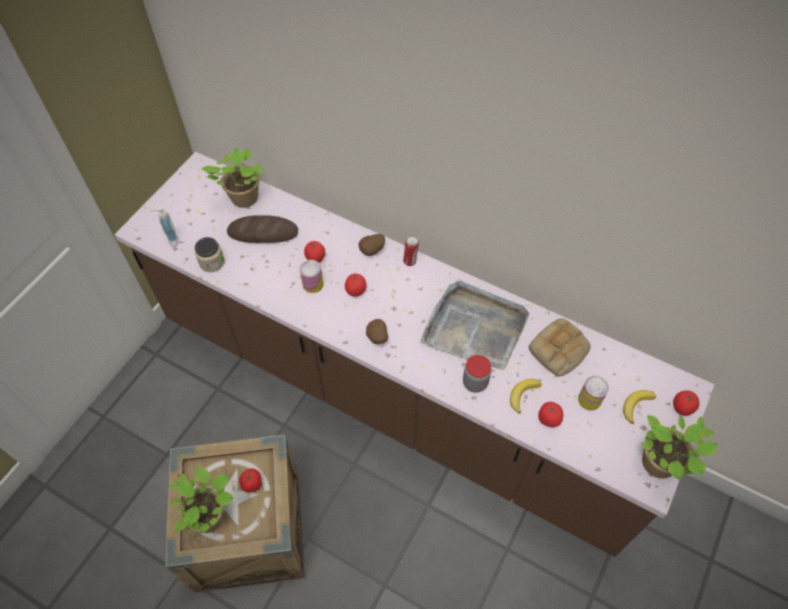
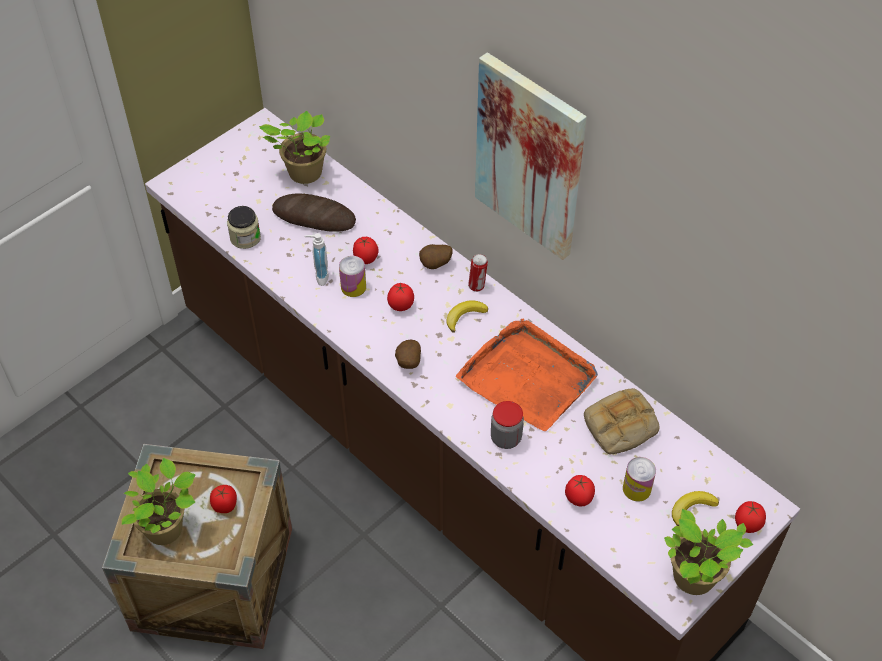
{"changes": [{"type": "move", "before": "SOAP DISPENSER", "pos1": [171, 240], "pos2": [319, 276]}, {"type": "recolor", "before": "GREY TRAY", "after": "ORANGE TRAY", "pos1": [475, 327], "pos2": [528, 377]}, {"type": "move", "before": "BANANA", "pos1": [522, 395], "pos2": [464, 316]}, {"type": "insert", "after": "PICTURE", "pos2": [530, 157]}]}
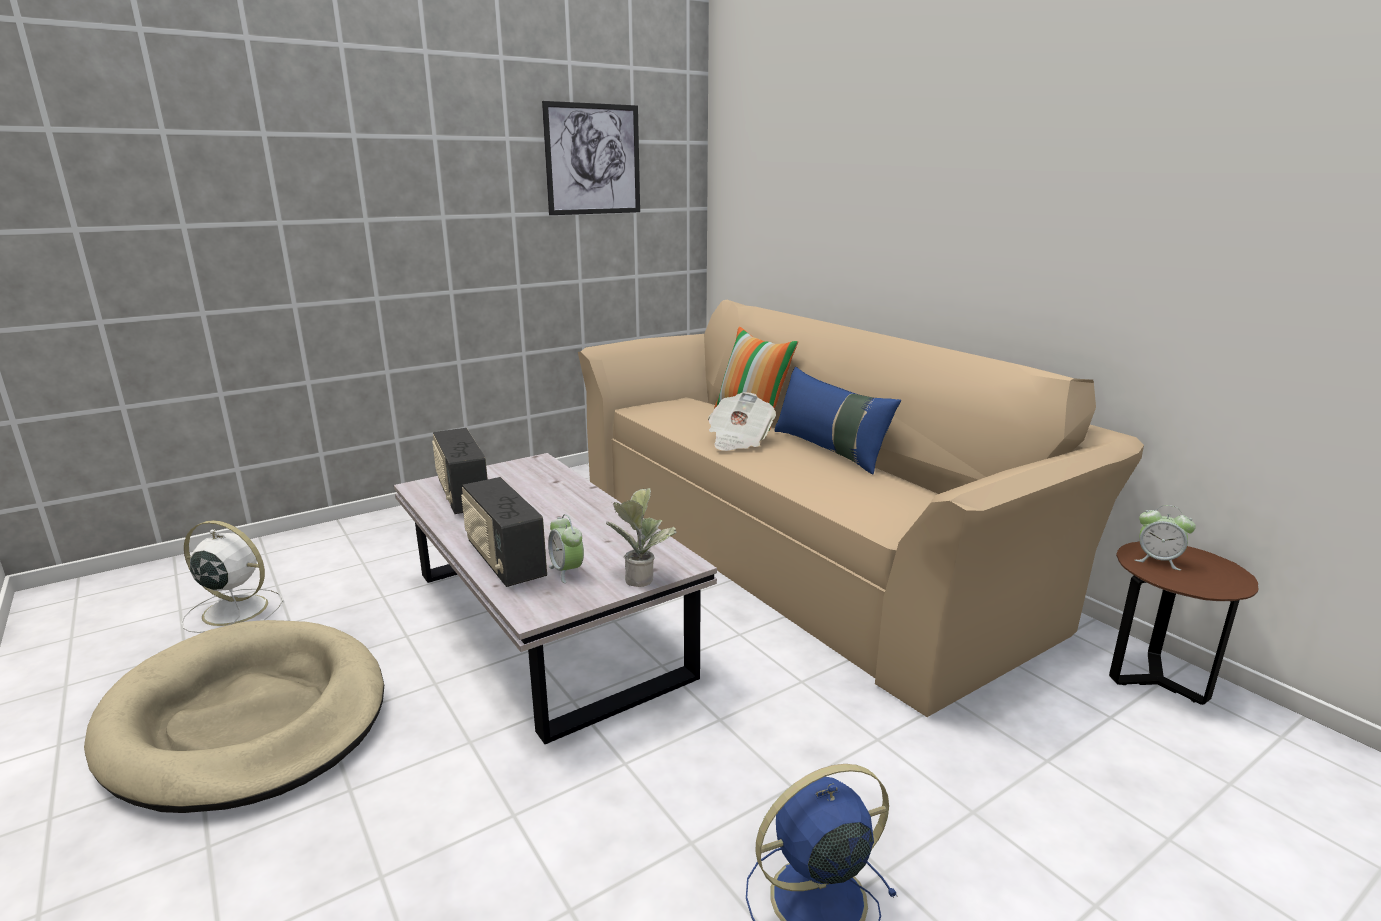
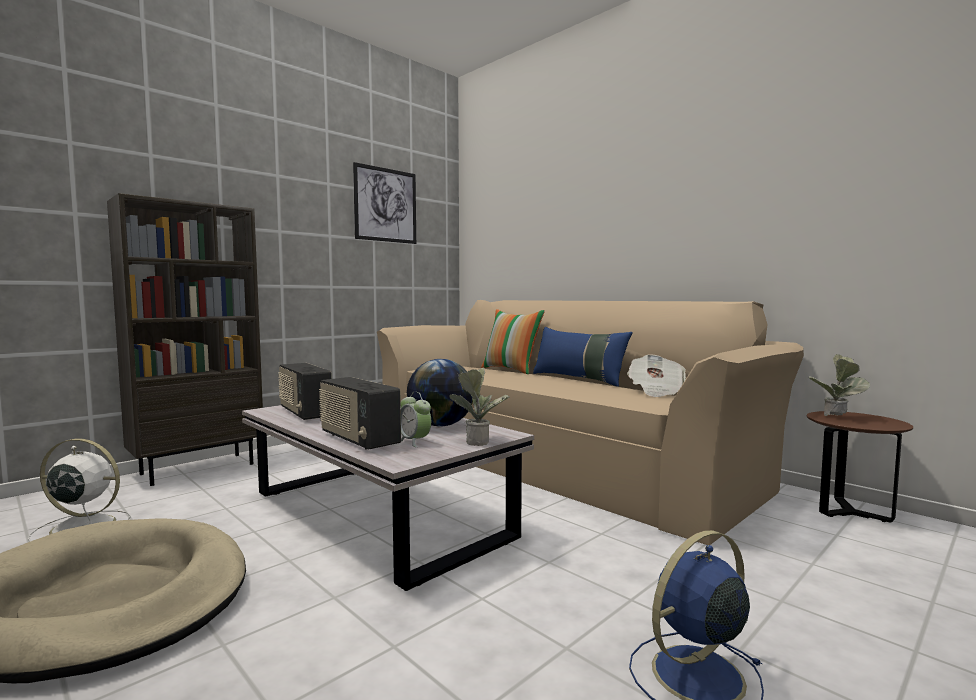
{"changes": [{"type": "move", "before": "NEWSPAPER", "pos1": [738, 440], "pos2": [656, 391]}, {"type": "replace", "before": "ALARM CLOCK", "after": "POTTED PLANT", "pos1": [1157, 560], "pos2": [837, 418]}, {"type": "insert", "after": "BROWN BOOKCASE", "pos2": [198, 468]}, {"type": "insert", "after": "GLOBE", "pos2": [440, 425]}]}
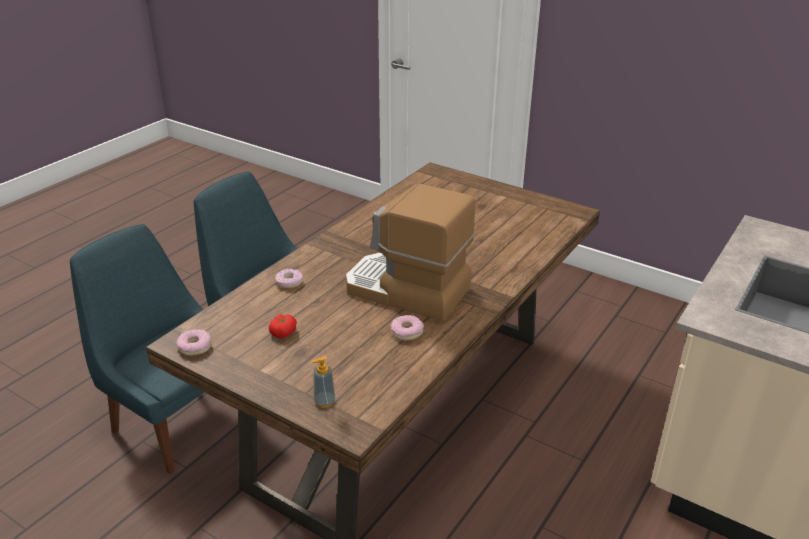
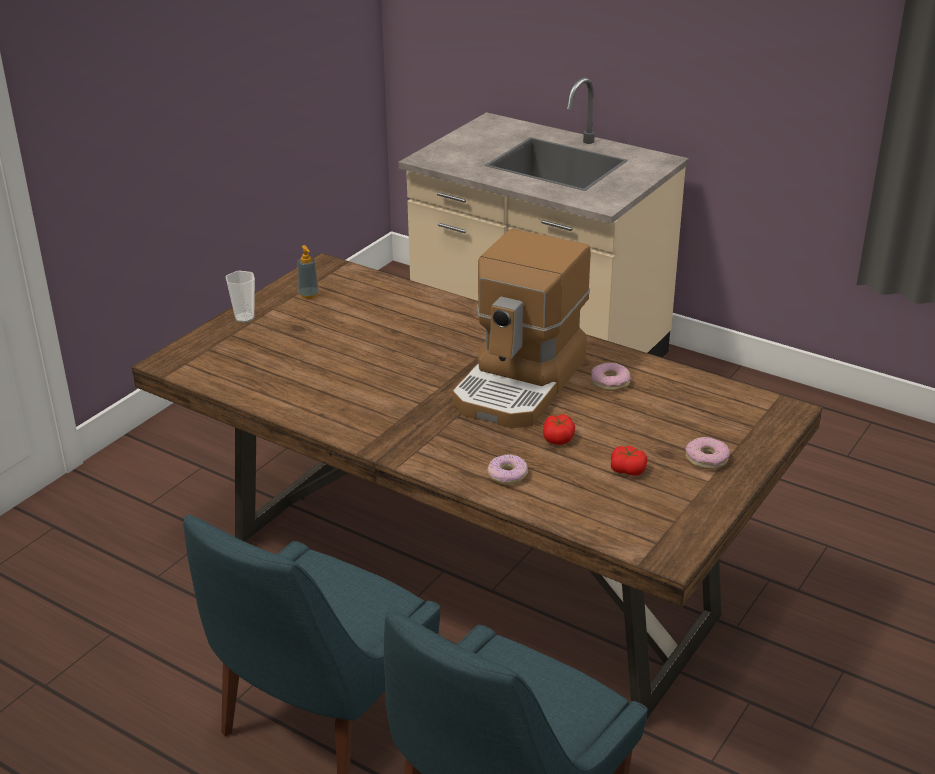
{"changes": [{"type": "move", "before": "DONUT", "pos1": [195, 347], "pos2": [706, 459]}, {"type": "move", "before": "SOAP DISPENSER", "pos1": [324, 402], "pos2": [308, 295]}, {"type": "insert", "after": "CUP", "pos2": [244, 317]}, {"type": "insert", "after": "TOMATO", "pos2": [558, 438]}]}
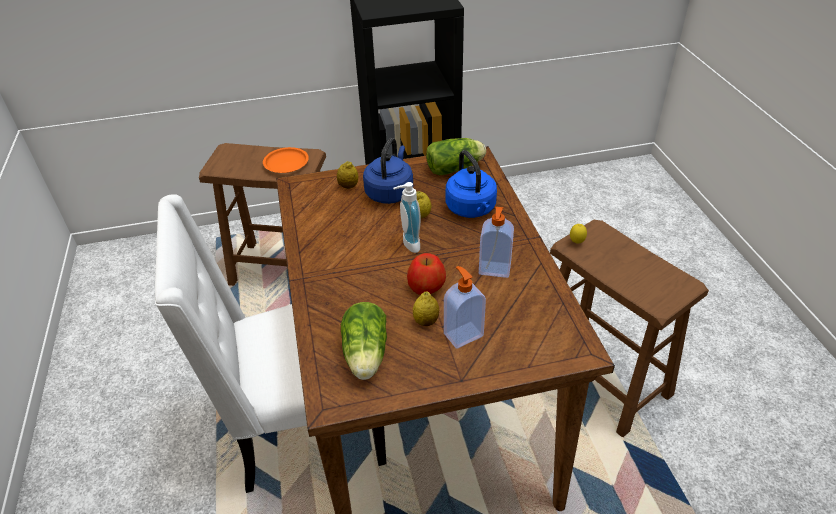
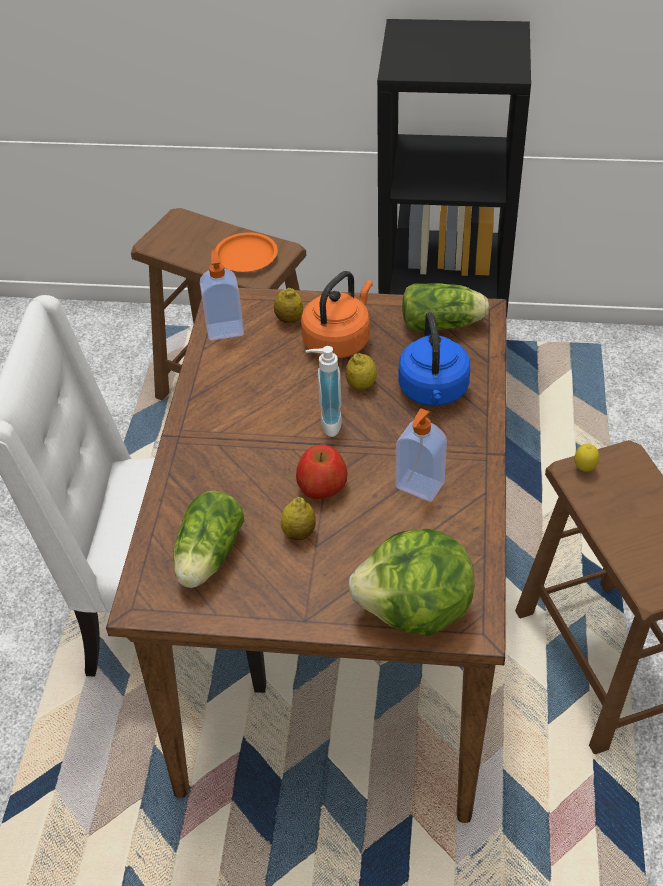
{"changes": [{"type": "recolor", "before": "BLUE KETTLE", "after": "ORANGE KETTLE", "pos1": [390, 192], "pos2": [339, 341]}, {"type": "move", "before": "SOAP DISPENSER", "pos1": [462, 334], "pos2": [225, 329]}, {"type": "insert", "after": "LETTUCE", "pos2": [415, 611]}]}
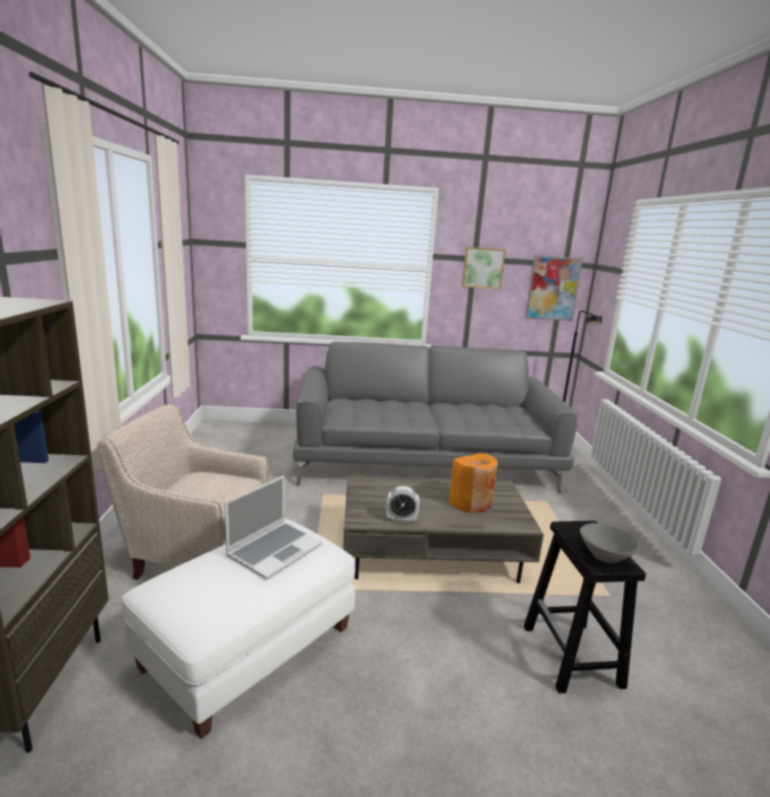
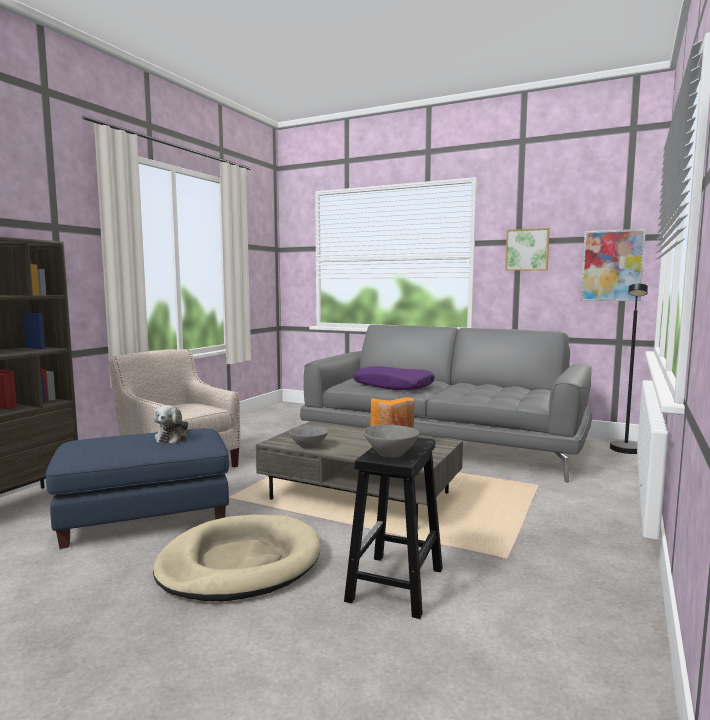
{"changes": [{"type": "replace", "before": "LAPTOP", "after": "PLUSH TOY", "pos1": [275, 550], "pos2": [172, 438]}, {"type": "replace", "before": "ALARM CLOCK", "after": "GREY BOWL", "pos1": [401, 520], "pos2": [309, 446]}, {"type": "recolor", "before": "WHITE OTTOMAN", "after": "BLUE OTTOMAN", "pos1": [250, 646], "pos2": [146, 516]}, {"type": "insert", "after": "PURPLE PILLOW", "pos2": [393, 386]}, {"type": "insert", "after": "BEIGE DOG BED", "pos2": [240, 563]}]}
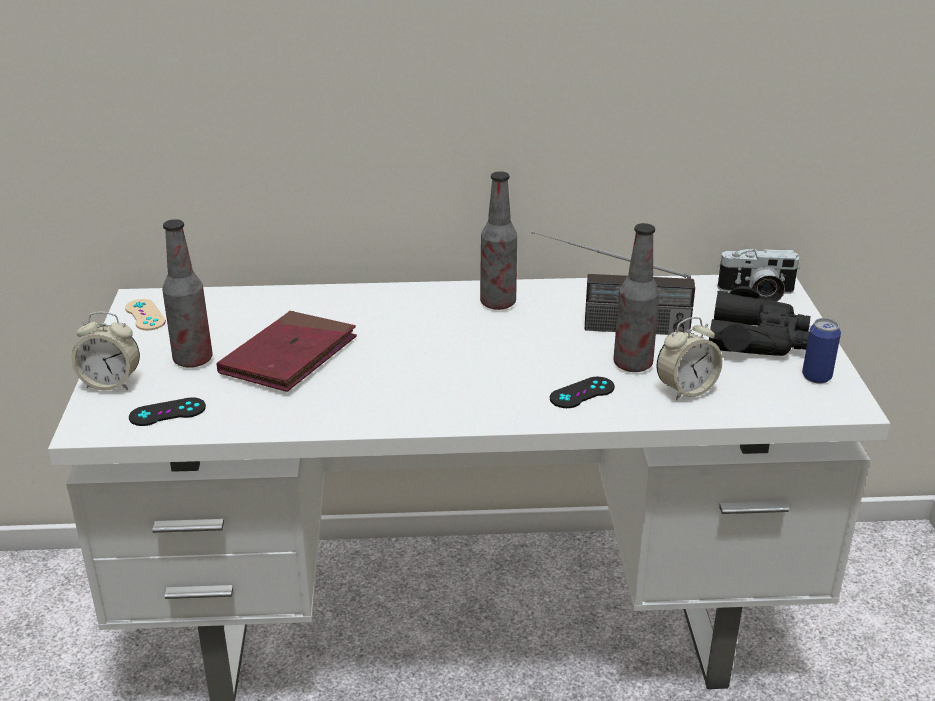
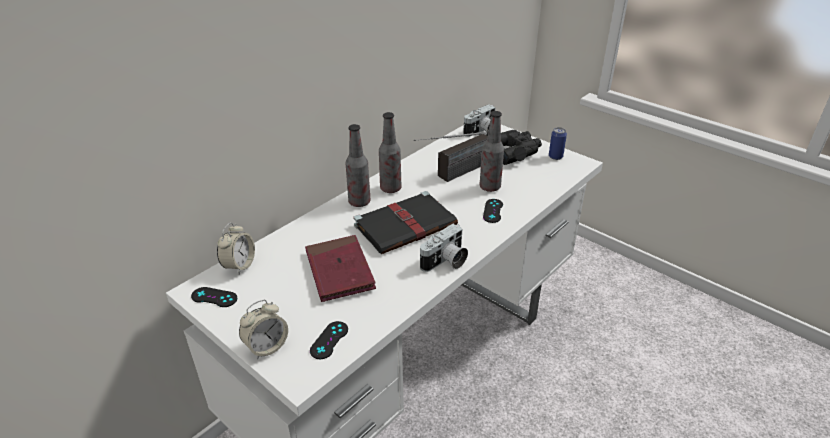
{"changes": [{"type": "move", "before": "BOTTLE", "pos1": [193, 360], "pos2": [359, 202]}, {"type": "recolor", "before": "BEIGE GAME CONTROLLER", "after": "BLACK GAME CONTROLLER", "pos1": [145, 315], "pos2": [214, 297]}, {"type": "move", "before": "ALARM CLOCK", "pos1": [686, 390], "pos2": [239, 265]}, {"type": "insert", "after": "BLACK BOOK", "pos2": [407, 225]}, {"type": "insert", "after": "PHOTO CAMERA", "pos2": [445, 262]}]}
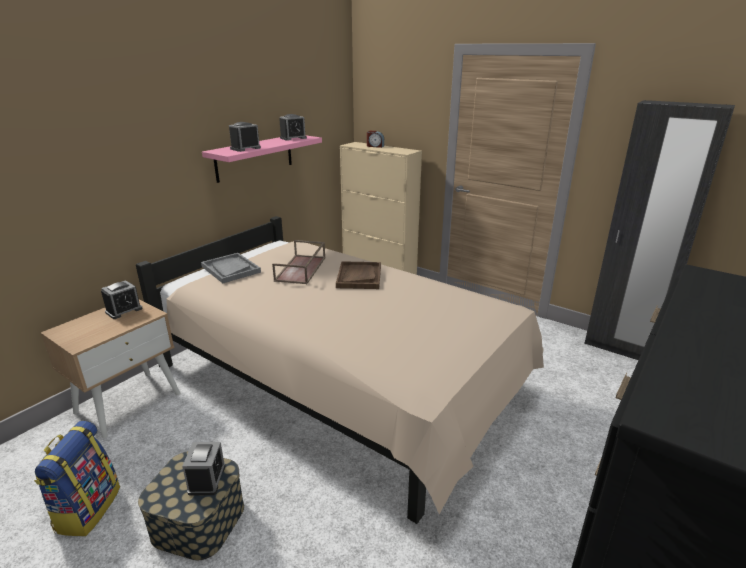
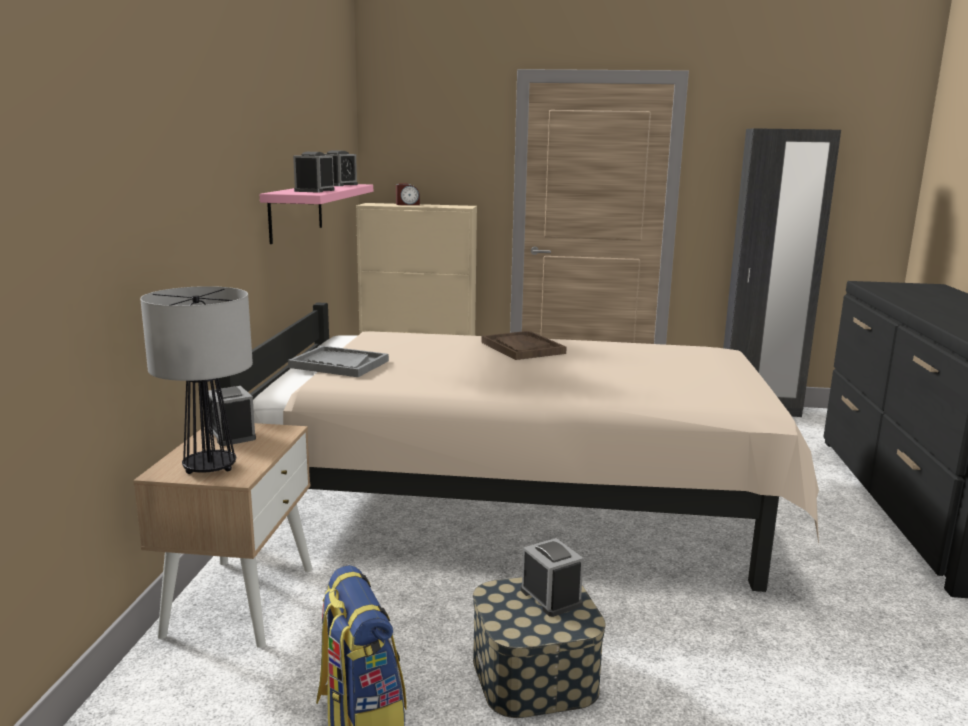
{"changes": [{"type": "delete", "before": "BROWN TRAY", "pos1": [301, 269]}, {"type": "rotate", "before": "ALARM CLOCK", "pos1": [124, 310], "pos2": [231, 435], "turn": 135}, {"type": "insert", "after": "TABLE LAMP", "pos2": [209, 468]}]}
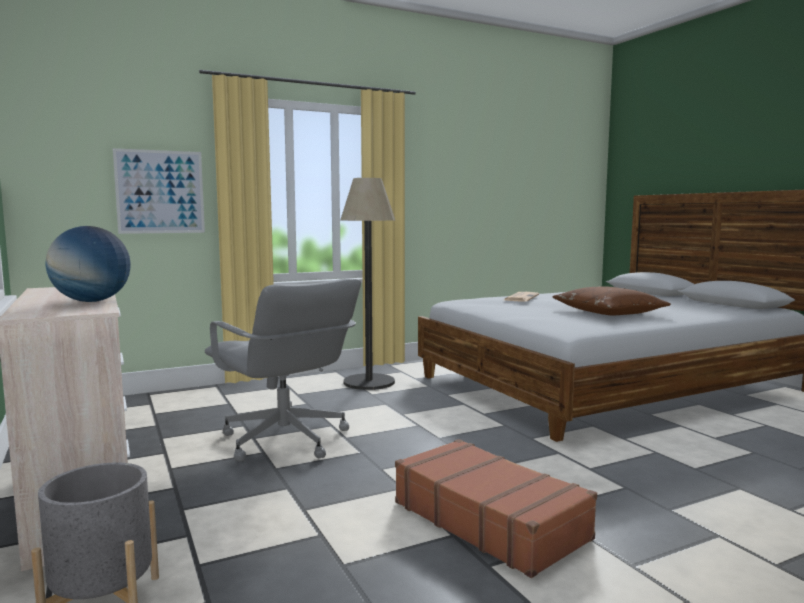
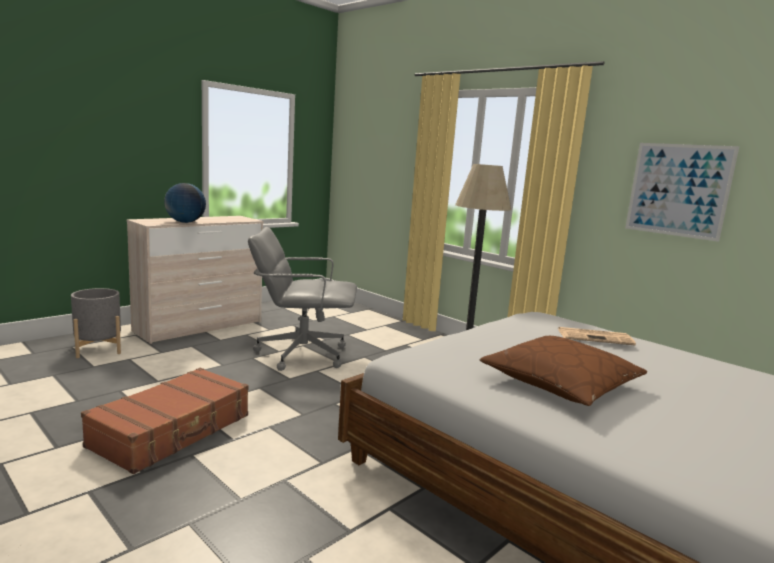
{"changes": [{"type": "move", "before": "PICTURE", "pos1": [160, 192], "pos2": [678, 190]}, {"type": "rotate", "before": "GREY OFFICE CHAIR", "pos1": [284, 441], "pos2": [301, 354], "turn": 60}]}
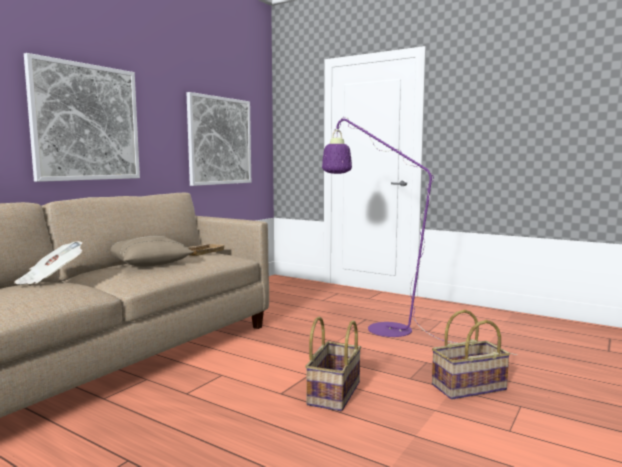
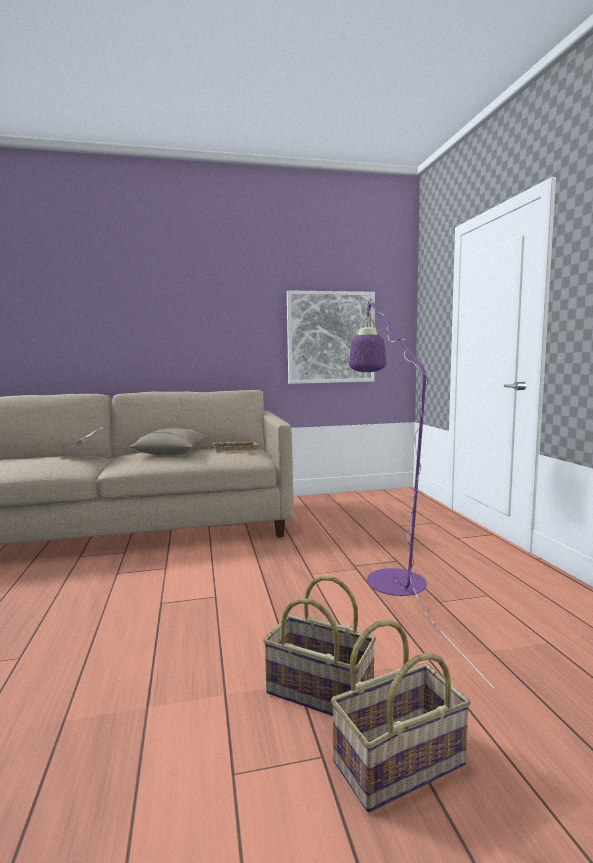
{"changes": [{"type": "delete", "before": "PICTURE", "pos1": [86, 122]}, {"type": "move", "before": "BASKET", "pos1": [333, 393], "pos2": [398, 761]}]}
